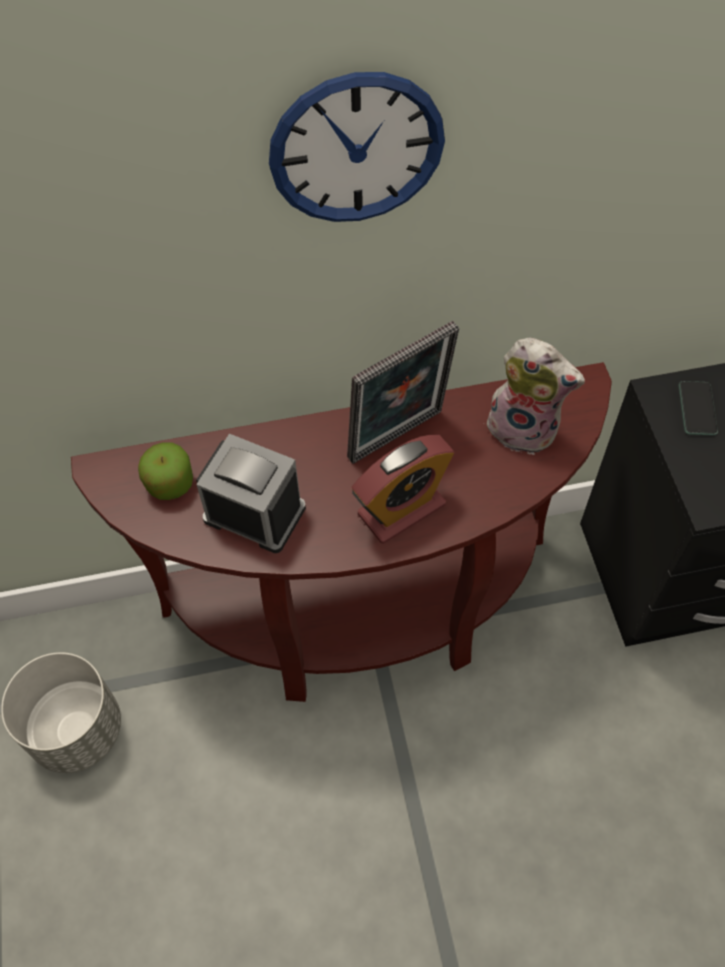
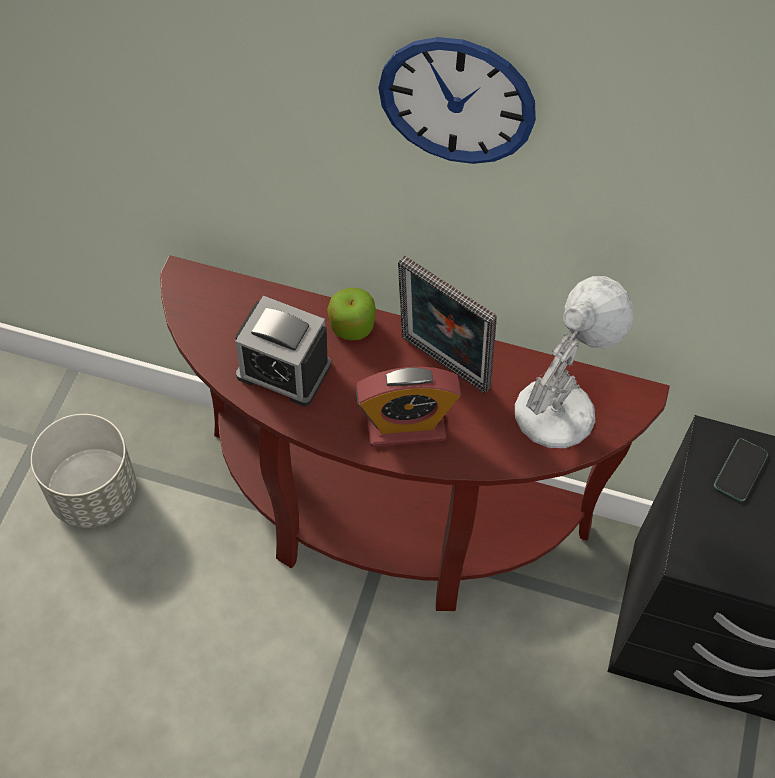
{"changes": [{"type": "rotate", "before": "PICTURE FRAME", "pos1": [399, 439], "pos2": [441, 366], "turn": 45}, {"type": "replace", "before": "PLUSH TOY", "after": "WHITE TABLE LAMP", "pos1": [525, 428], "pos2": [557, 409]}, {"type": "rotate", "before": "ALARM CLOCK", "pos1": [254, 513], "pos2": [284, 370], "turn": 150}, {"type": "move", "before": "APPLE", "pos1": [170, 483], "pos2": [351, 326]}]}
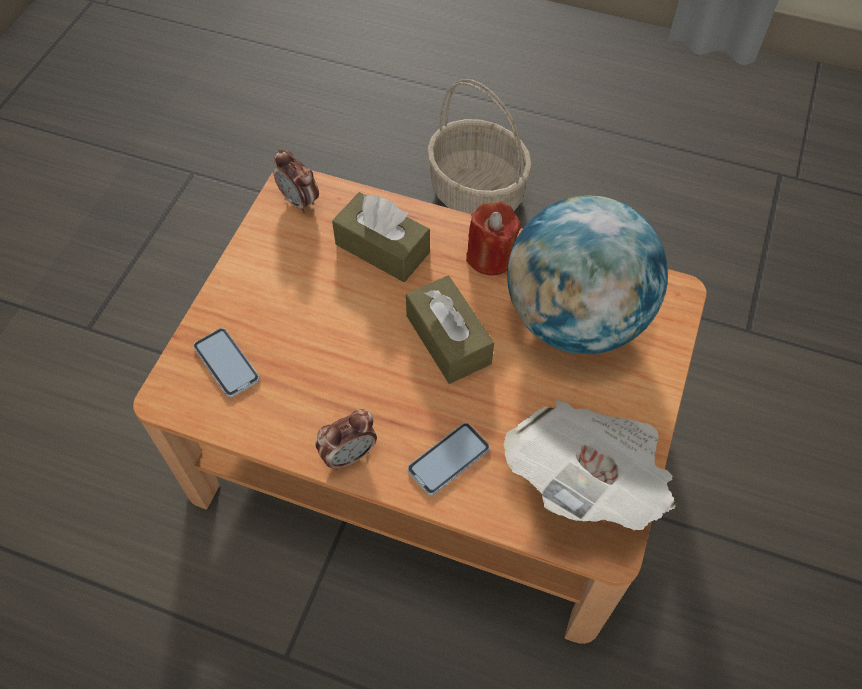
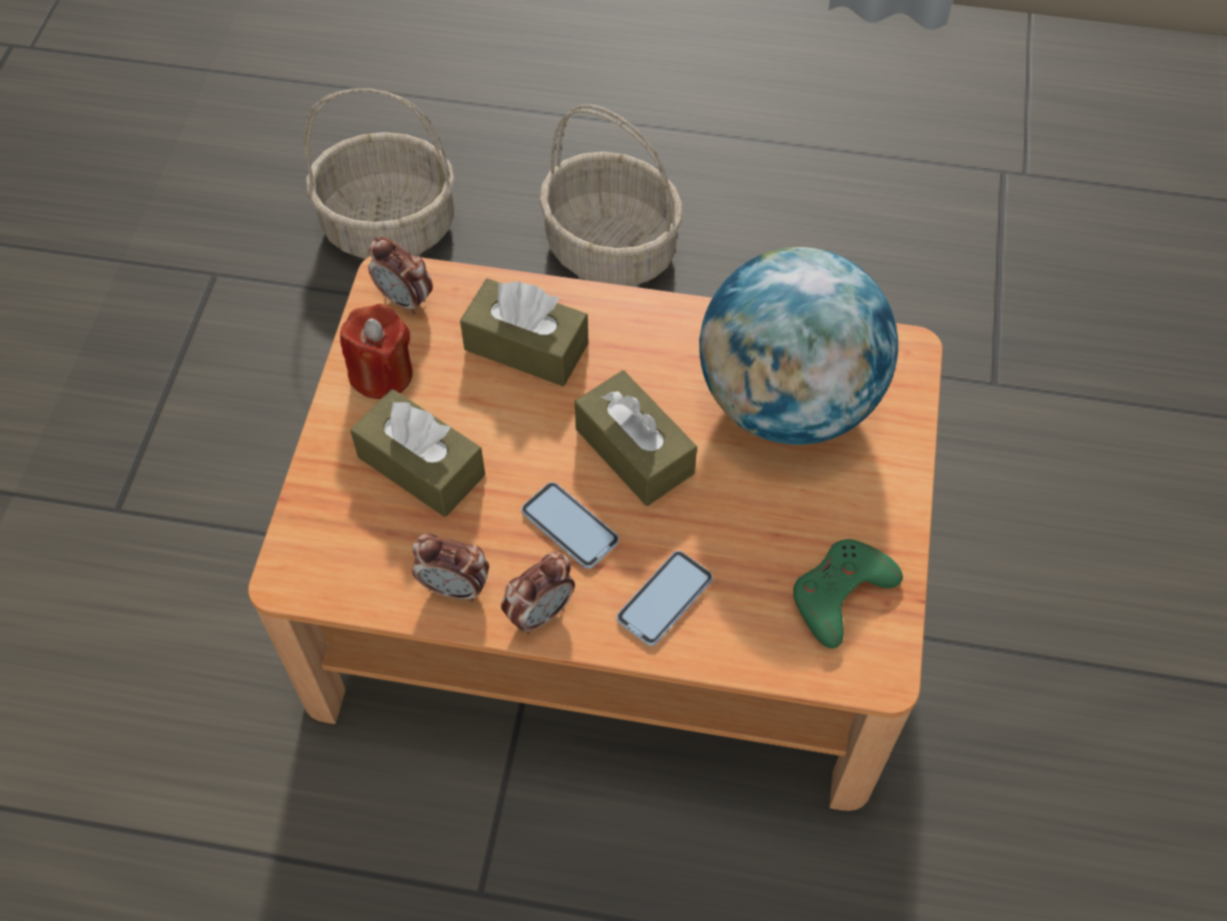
{"changes": [{"type": "move", "before": "RED CANDLE", "pos1": [490, 257], "pos2": [382, 374]}, {"type": "move", "before": "PHONE", "pos1": [226, 363], "pos2": [570, 526]}, {"type": "replace", "before": "NEWSPAPER", "after": "GREEN GAME CONTROLLER", "pos1": [589, 478], "pos2": [840, 594]}, {"type": "insert", "after": "BASKET", "pos2": [388, 228]}, {"type": "insert", "after": "BROWN TISSUE BOX", "pos2": [421, 466]}, {"type": "insert", "after": "ALARM CLOCK", "pos2": [455, 587]}]}
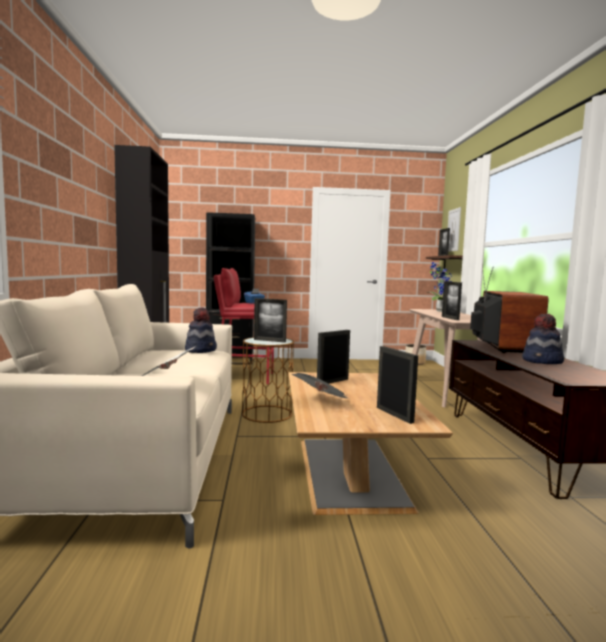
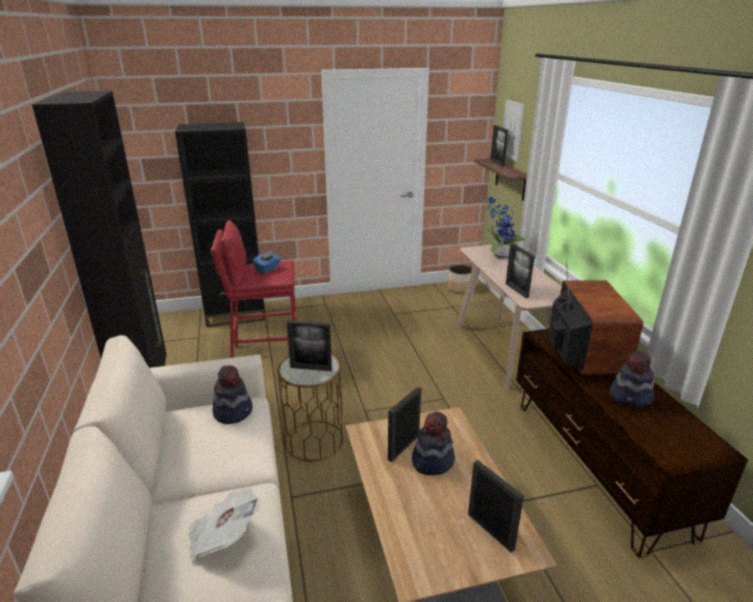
{"changes": [{"type": "delete", "before": "NEWSPAPER", "pos1": [322, 402]}, {"type": "insert", "after": "HAT", "pos2": [432, 461]}]}
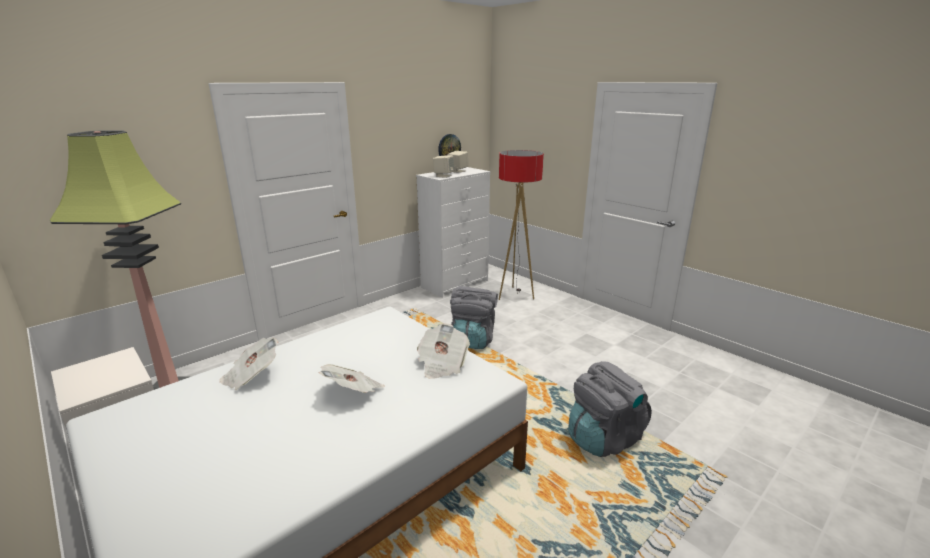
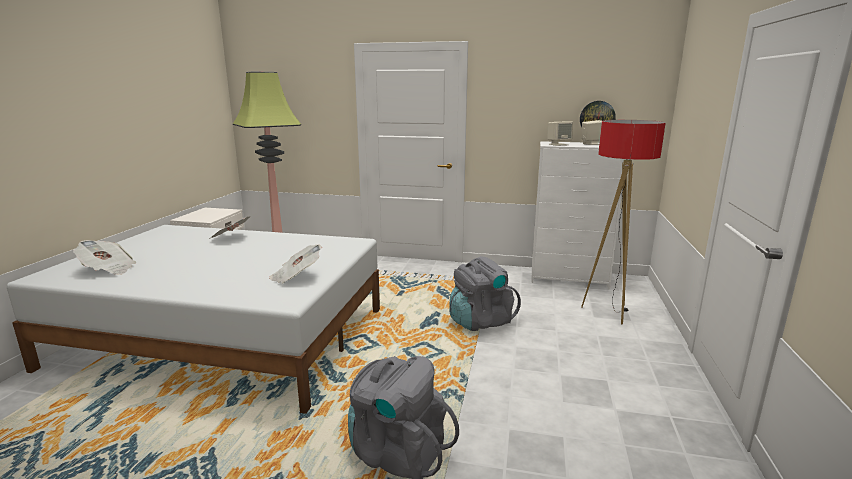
{"changes": [{"type": "move", "before": "NEWSPAPER", "pos1": [354, 392], "pos2": [108, 269]}]}
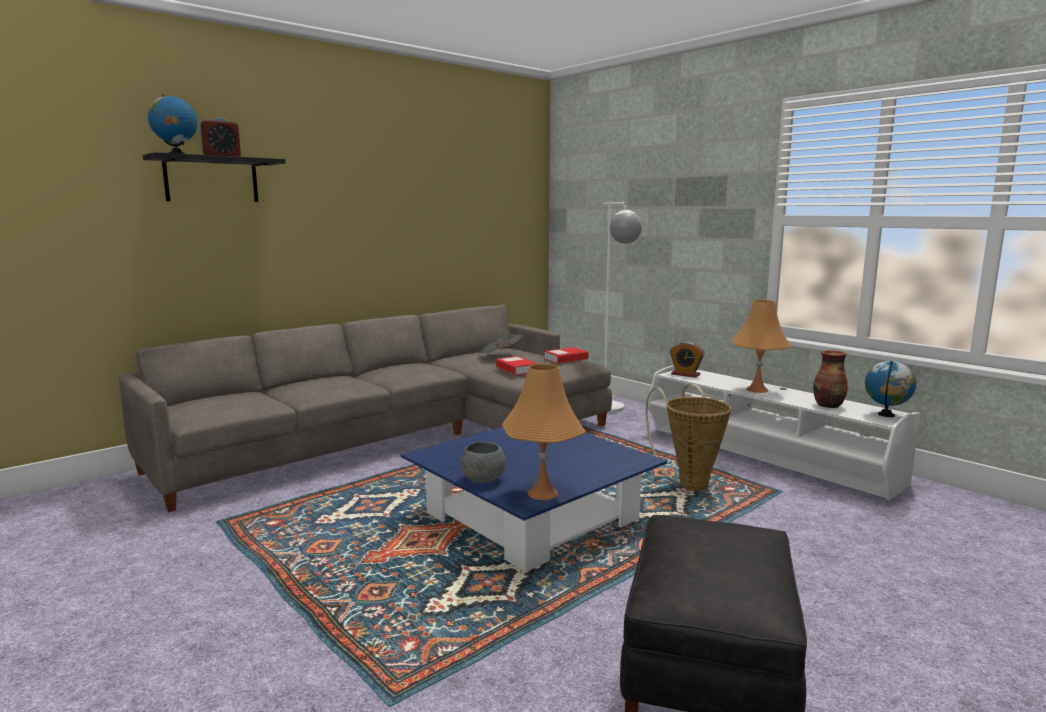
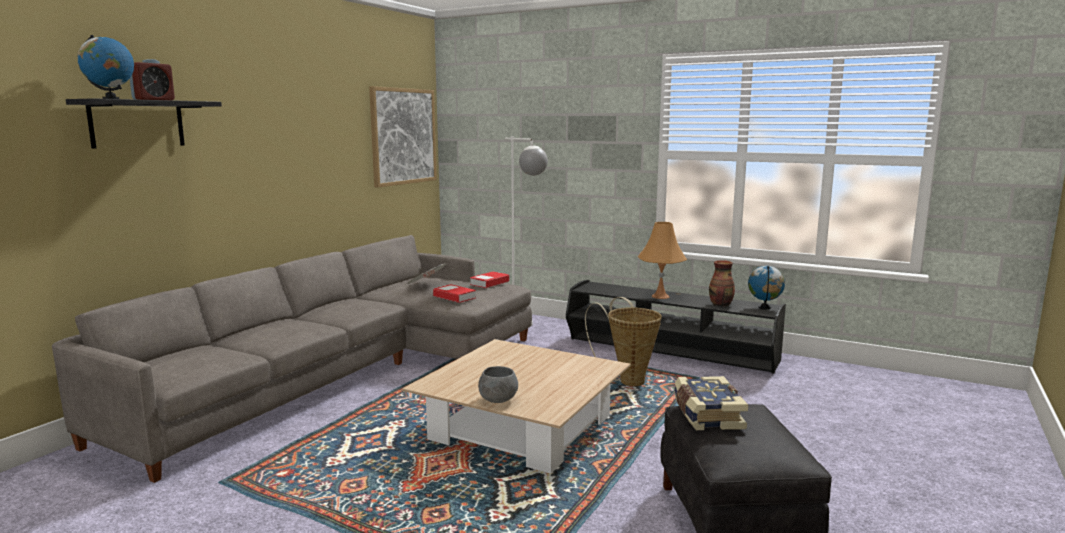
{"changes": [{"type": "delete", "before": "ALARM CLOCK", "pos1": [685, 374]}, {"type": "delete", "before": "ORANGE TABLE LAMP", "pos1": [542, 493]}, {"type": "recolor", "before": "WHITE TV STAND", "after": "BLACK TV STAND", "pos1": [765, 457], "pos2": [669, 351]}, {"type": "recolor", "before": "BLUE COFFEE TABLE", "after": "BEIGE COFFEE TABLE", "pos1": [532, 516], "pos2": [521, 427]}, {"type": "insert", "after": "PICTURE", "pos2": [403, 136]}, {"type": "insert", "after": "BOOK", "pos2": [706, 415]}]}
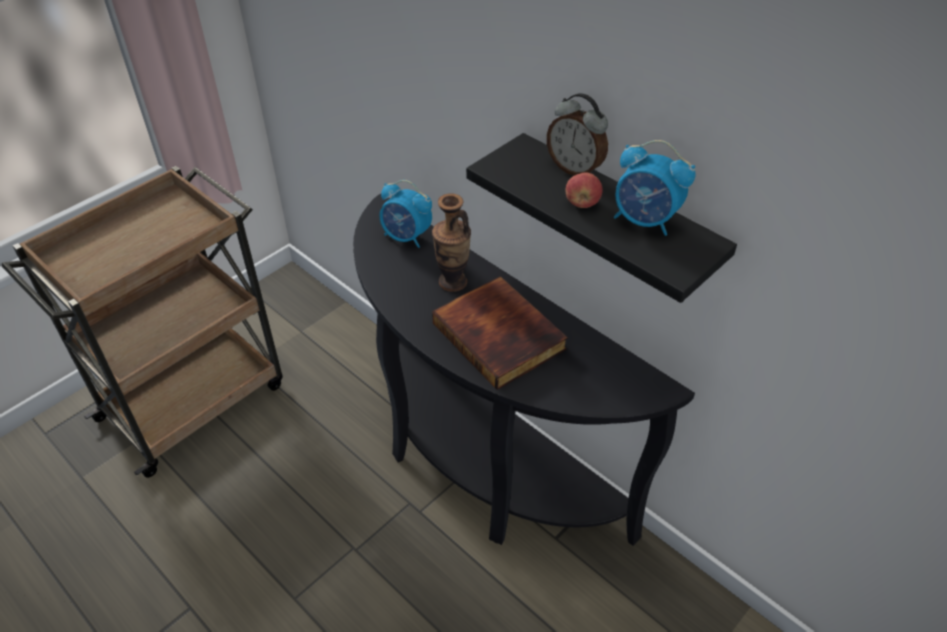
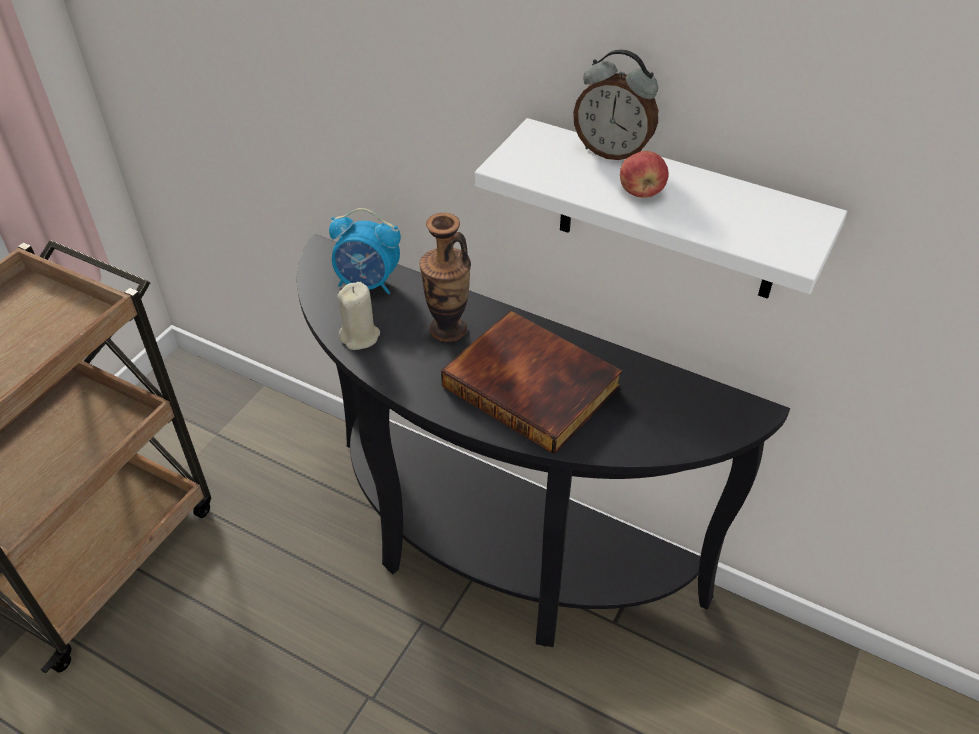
{"changes": [{"type": "recolor", "before": "BLACK SHELF", "after": "WHITE SHELF", "pos1": [616, 222], "pos2": [669, 213]}, {"type": "delete", "before": "ALARM CLOCK", "pos1": [645, 221]}, {"type": "insert", "after": "BEIGE CANDLE", "pos2": [360, 336]}]}
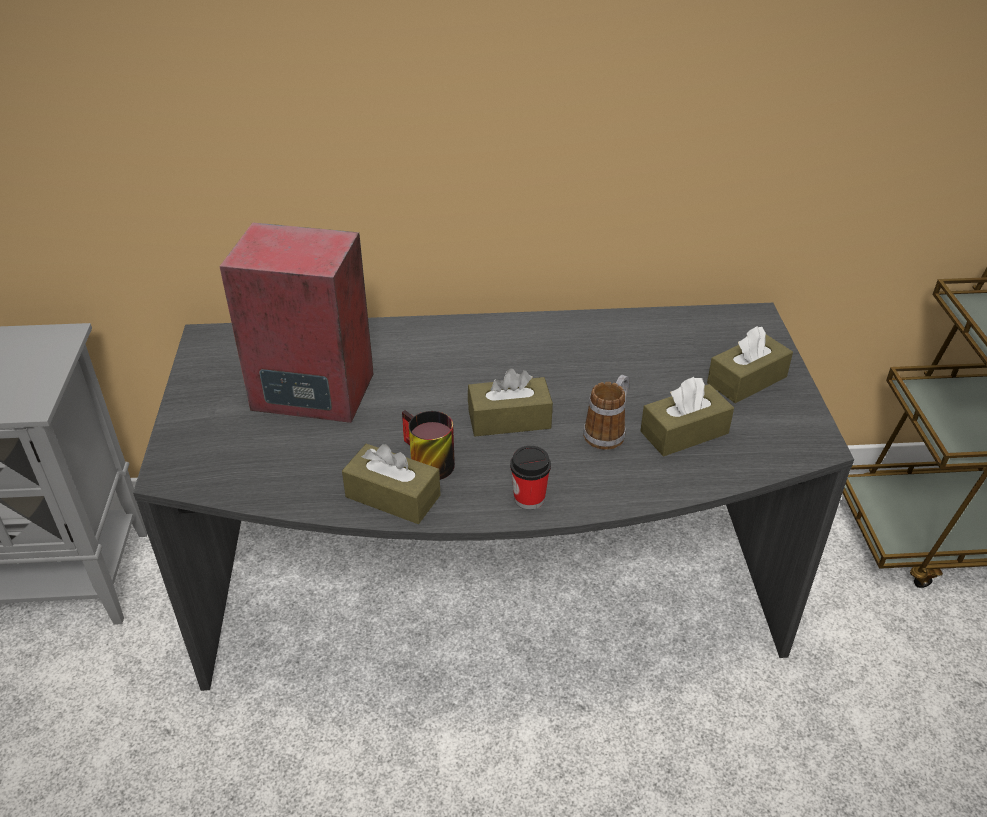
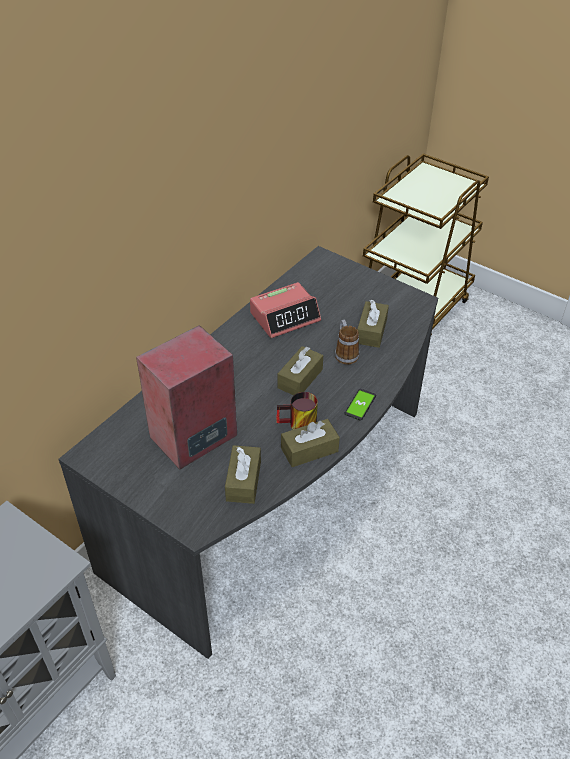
{"changes": [{"type": "move", "before": "BROWN TISSUE BOX", "pos1": [746, 380], "pos2": [243, 481]}, {"type": "replace", "before": "CUP", "after": "PHONE", "pos1": [529, 498], "pos2": [360, 405]}, {"type": "insert", "after": "ALARM CLOCK", "pos2": [285, 317]}]}
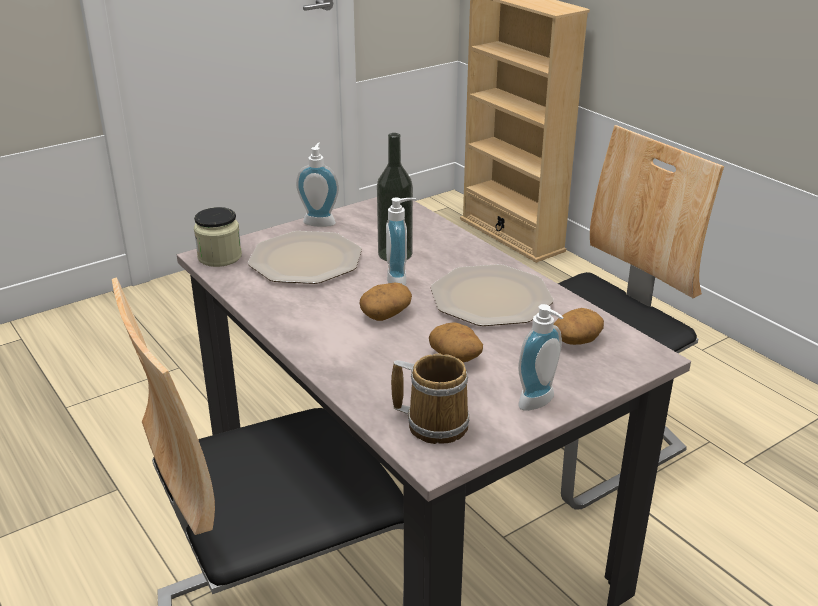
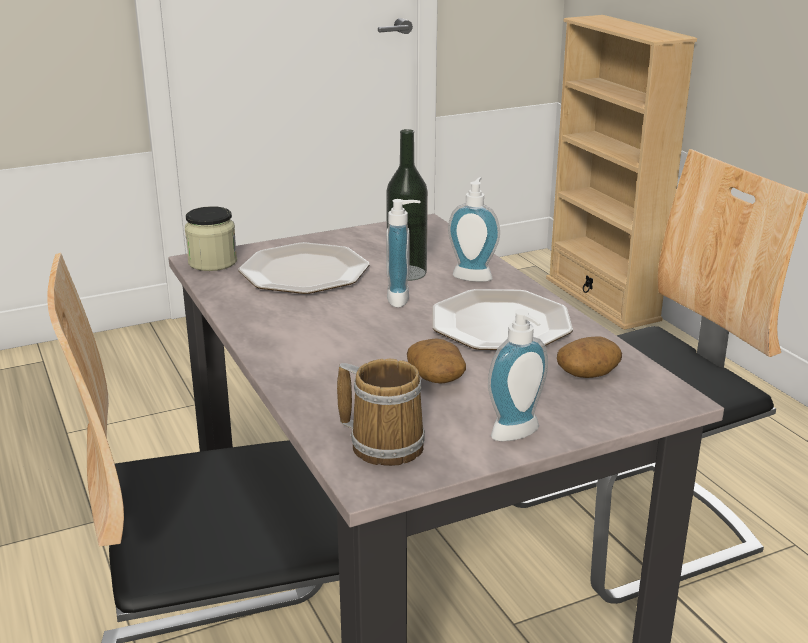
{"changes": [{"type": "move", "before": "SOAP DISPENSER", "pos1": [320, 221], "pos2": [473, 275]}, {"type": "delete", "before": "POTATO", "pos1": [386, 313]}]}
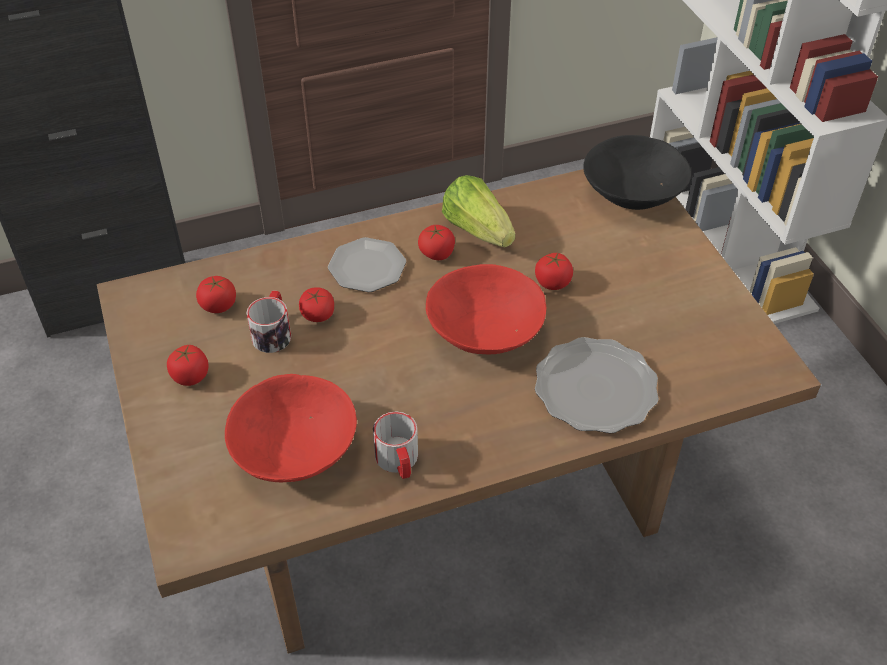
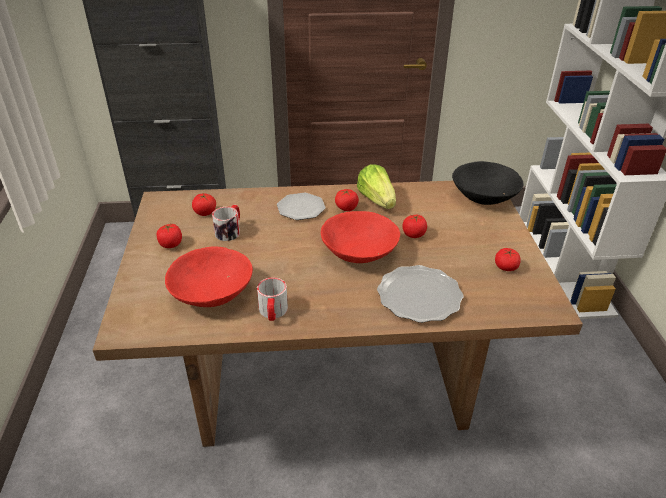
{"changes": [{"type": "move", "before": "TOMATO", "pos1": [317, 314], "pos2": [506, 266]}]}
